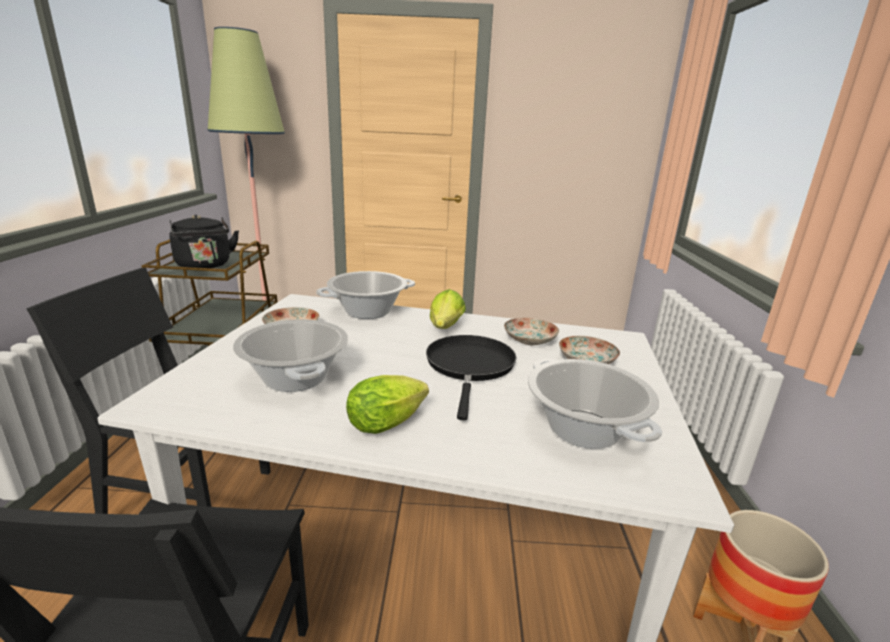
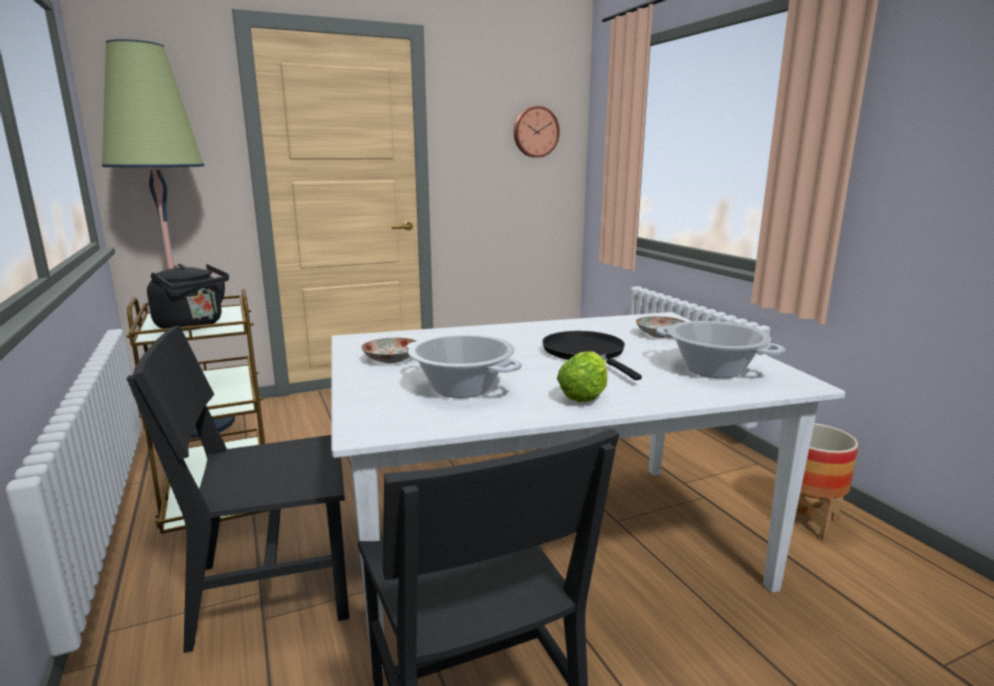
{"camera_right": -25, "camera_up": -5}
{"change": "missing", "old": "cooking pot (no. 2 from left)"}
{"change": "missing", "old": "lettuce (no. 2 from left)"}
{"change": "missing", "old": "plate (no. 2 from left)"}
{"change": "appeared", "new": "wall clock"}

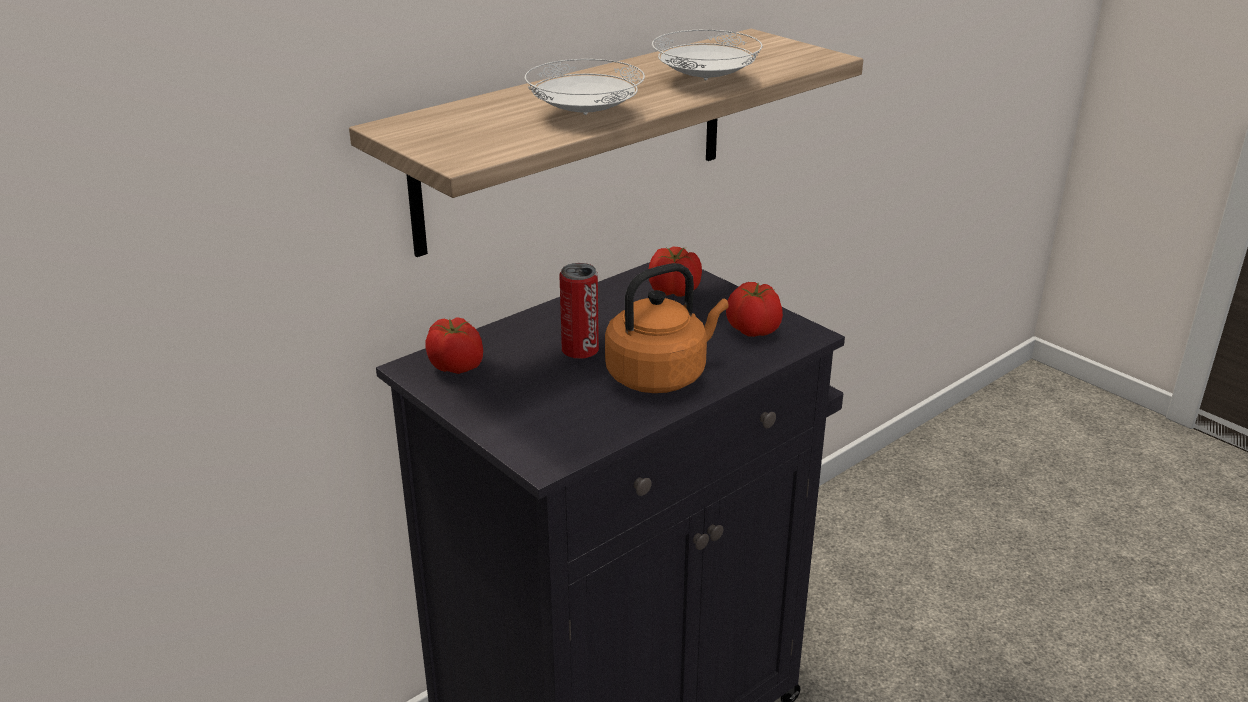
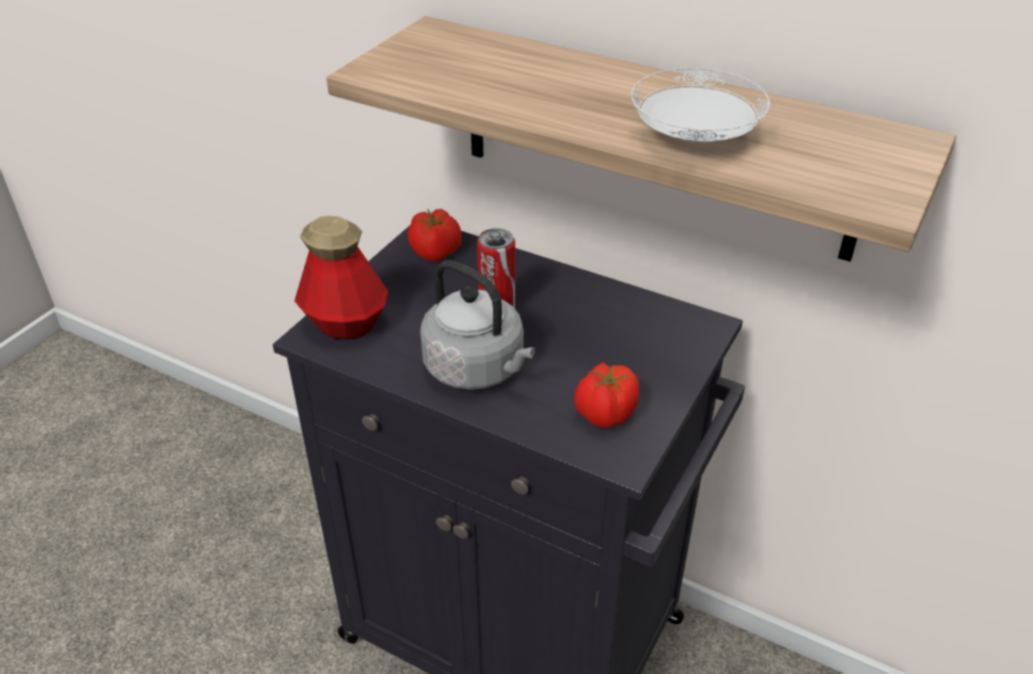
{"camera_right": 70, "camera_up": 10}
{"change": "missing", "old": "white plate (no. 1 from left)"}
{"change": "colour", "old": "orange kettle", "new": "grey kettle"}
{"change": "missing", "old": "tomato (no. 2 from left)"}
{"change": "appeared", "new": "bottle"}

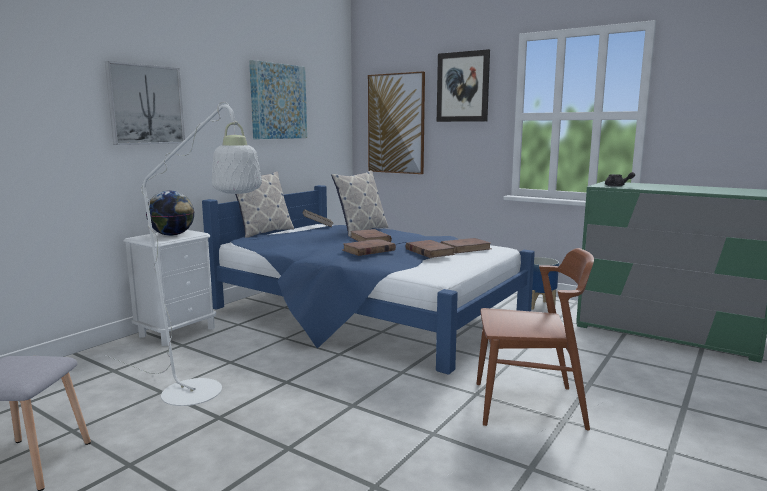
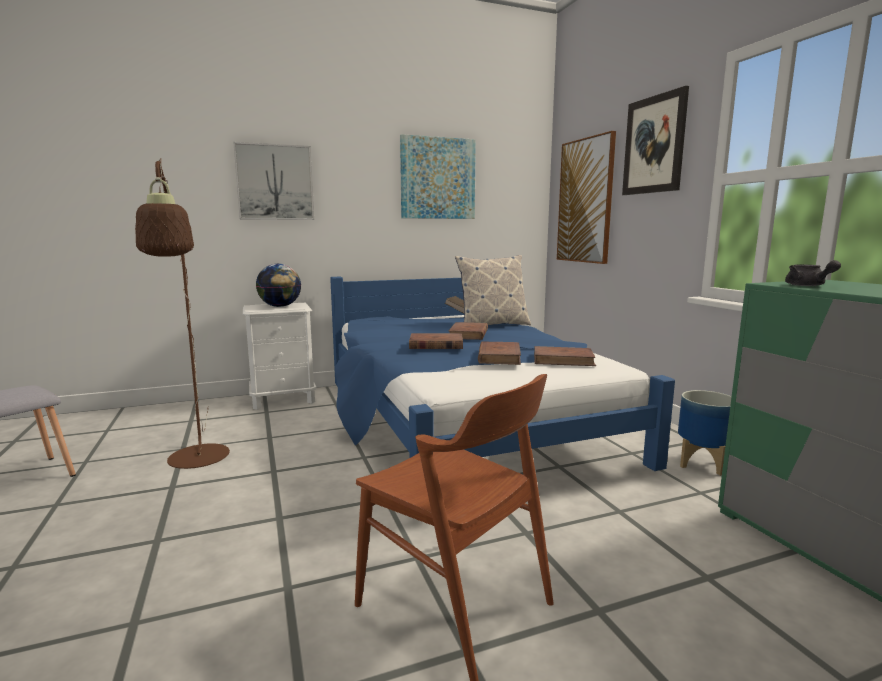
{"camera_right": 35, "camera_up": 0}
{"change": "colour", "old": "white floor lamp", "new": "brown floor lamp"}
{"change": "missing", "old": "pillow (no. 1 from left)"}

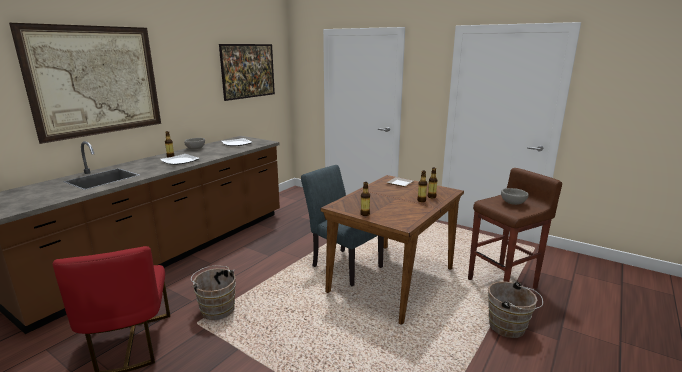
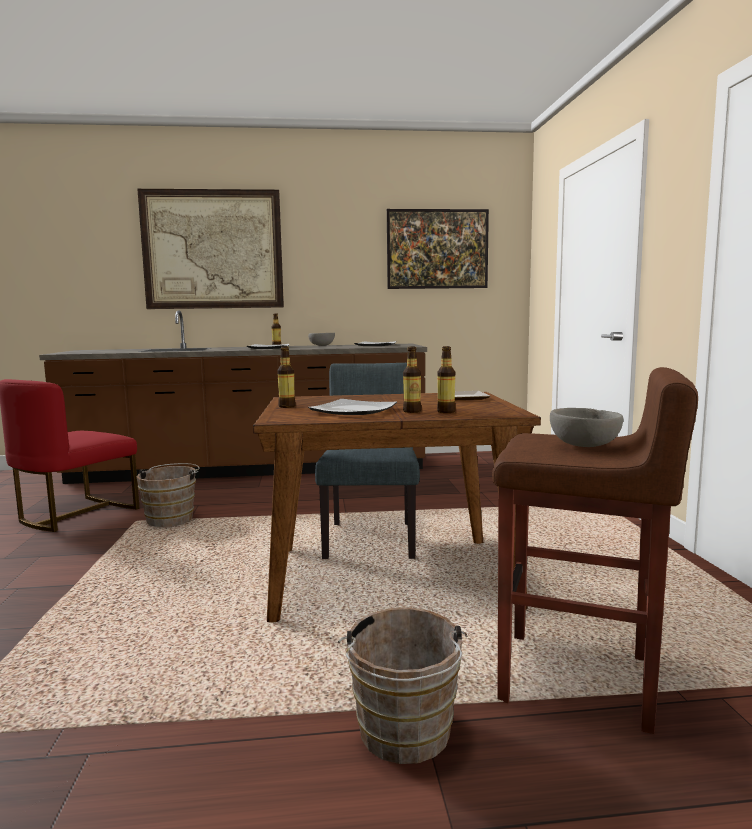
{"camera_right": 50, "camera_up": -10}
{"change": "appeared", "new": "plate (no. 2 from left)"}

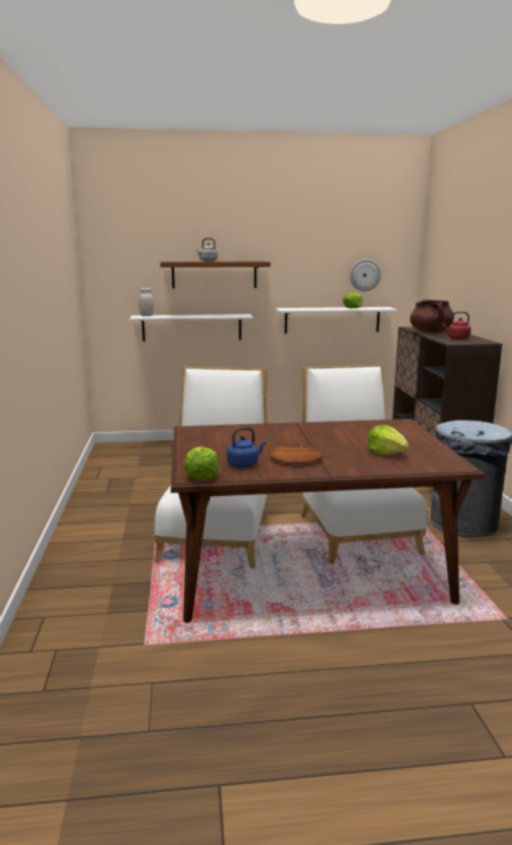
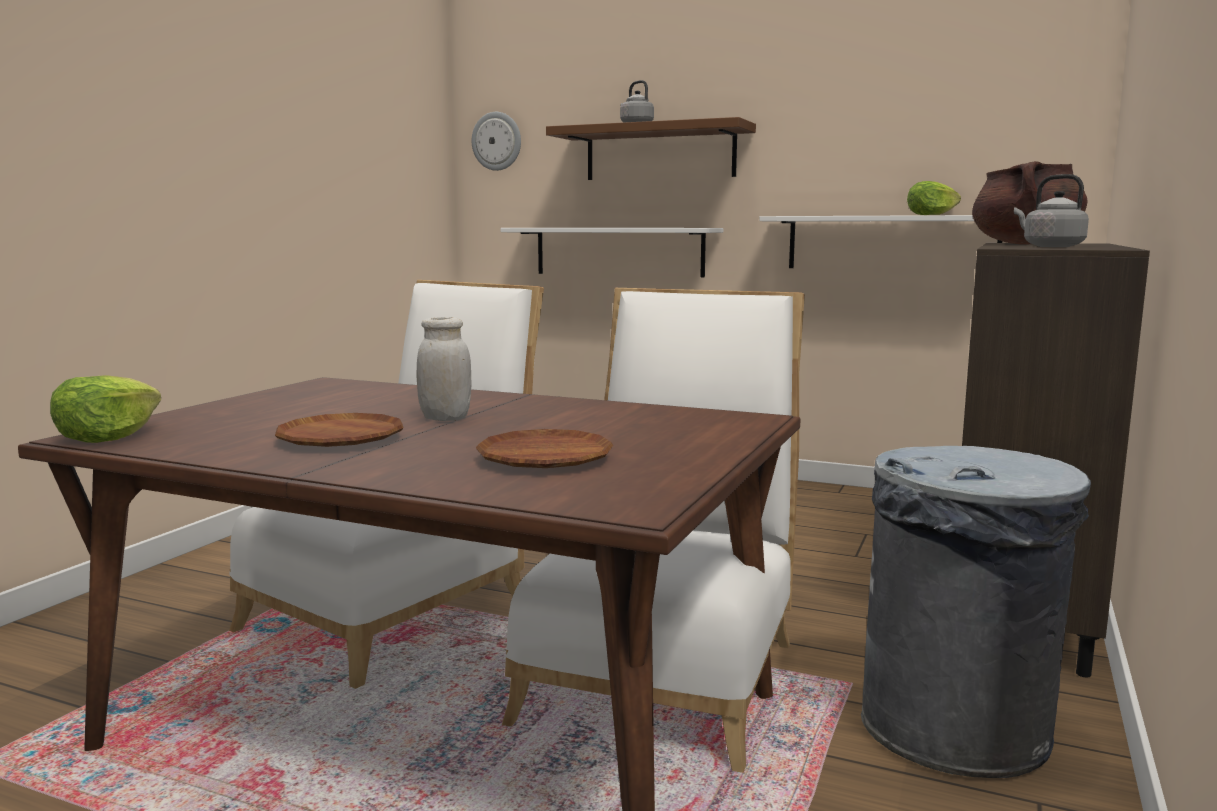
{"camera_right": 30, "camera_up": -5}
{"change": "relocated", "old": "white jar"}
{"change": "missing", "old": "blue kettle"}
{"change": "relocated", "old": "wall clock"}
{"change": "exchanged", "old": "lettuce (no. 3 from left)", "new": "brown plate (no. 2 from left)"}
{"change": "colour", "old": "red kettle", "new": "grey kettle (no. 2 from left)"}

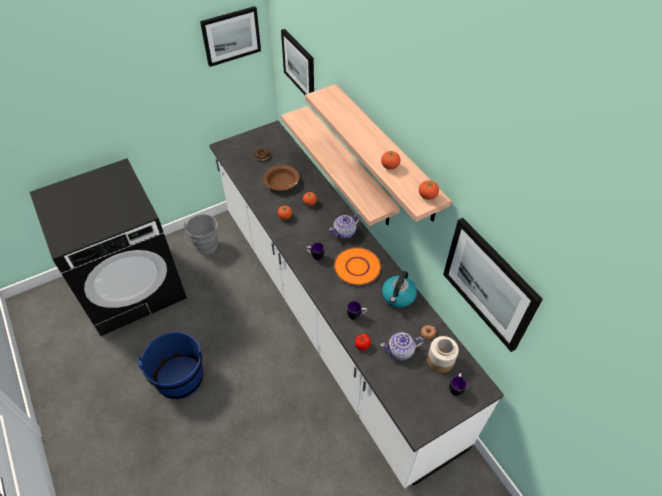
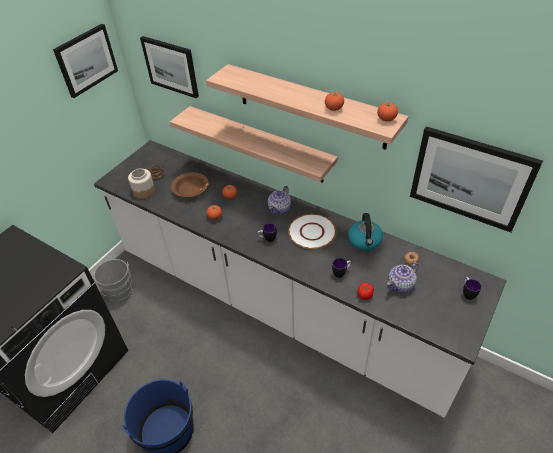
{"camera_right": -25, "camera_up": -5}
{"change": "colour", "old": "orange plate", "new": "white plate"}
{"change": "relocated", "old": "jar"}

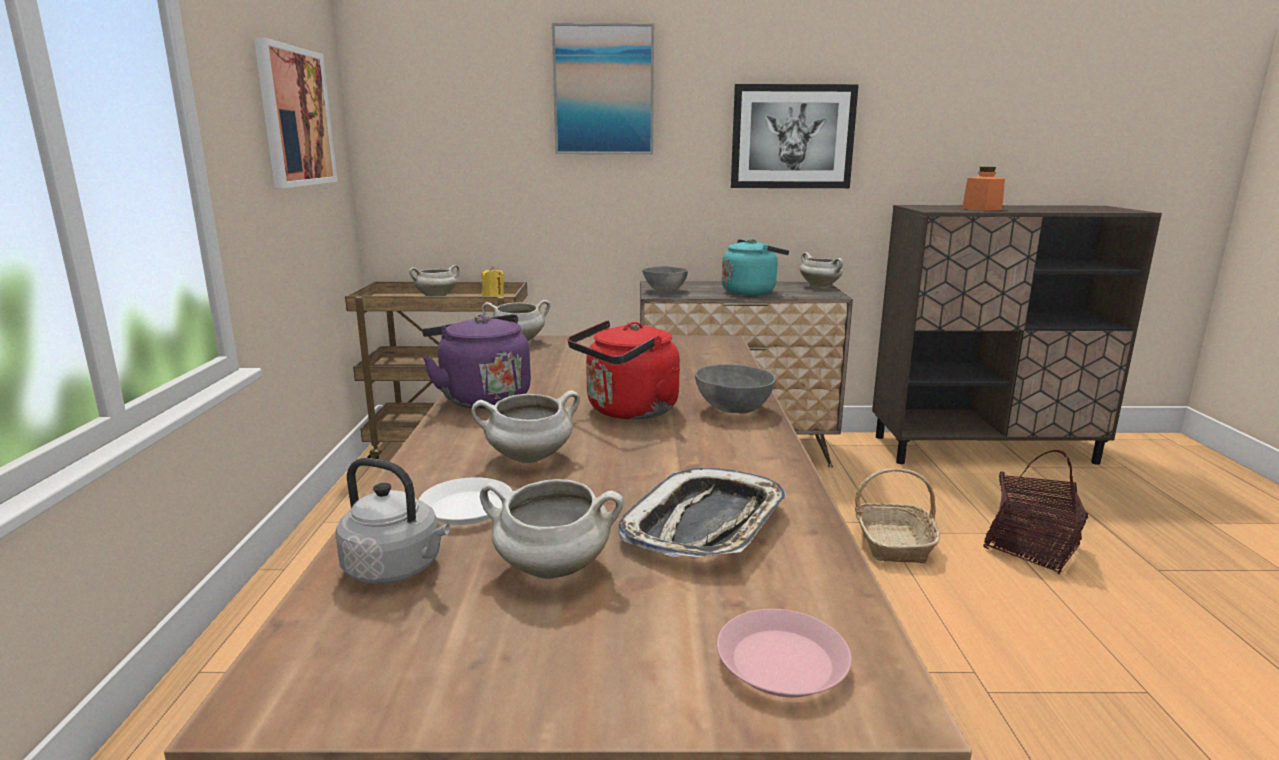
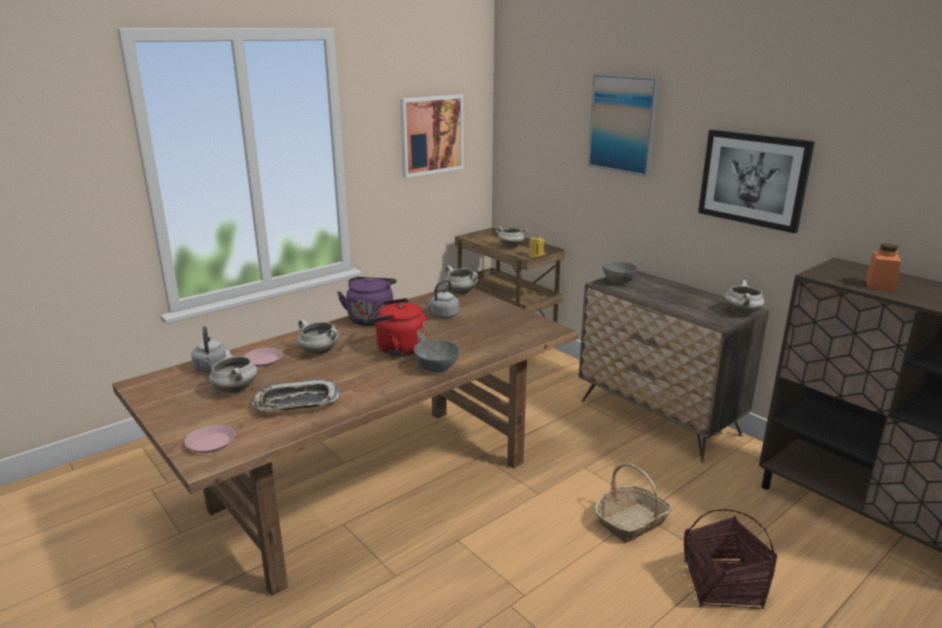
{"camera_right": 50, "camera_up": 5}
{"change": "colour", "old": "white plate", "new": "pink plate (no. 2 from left)"}
{"change": "missing", "old": "turquoise kettle"}
{"change": "appeared", "new": "grey kettle (no. 2 from left)"}

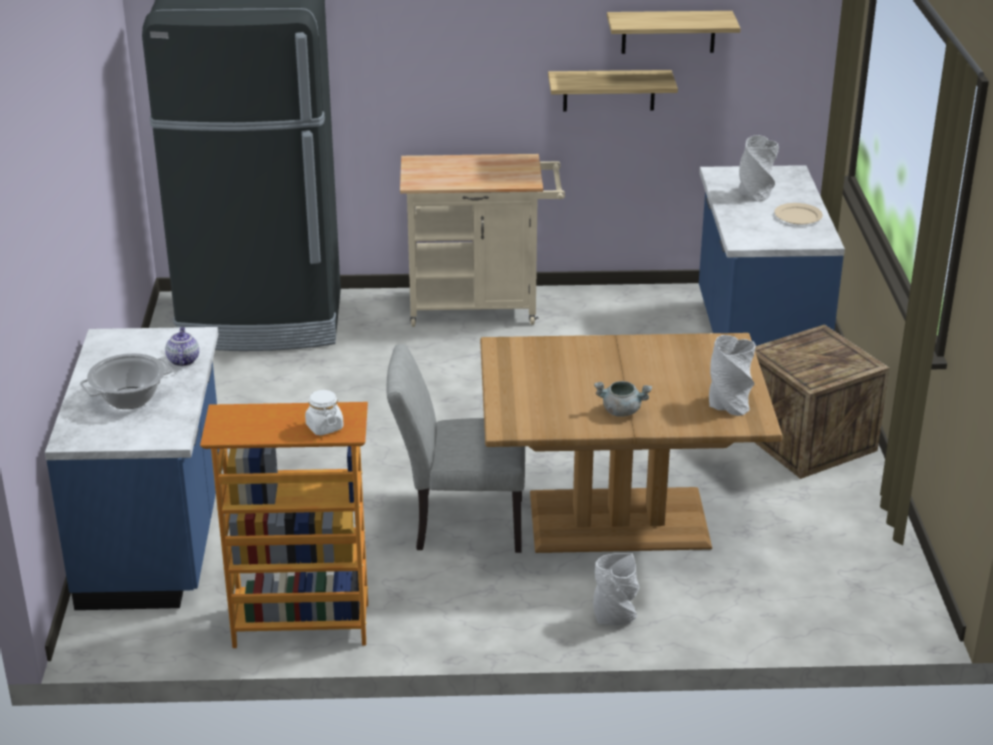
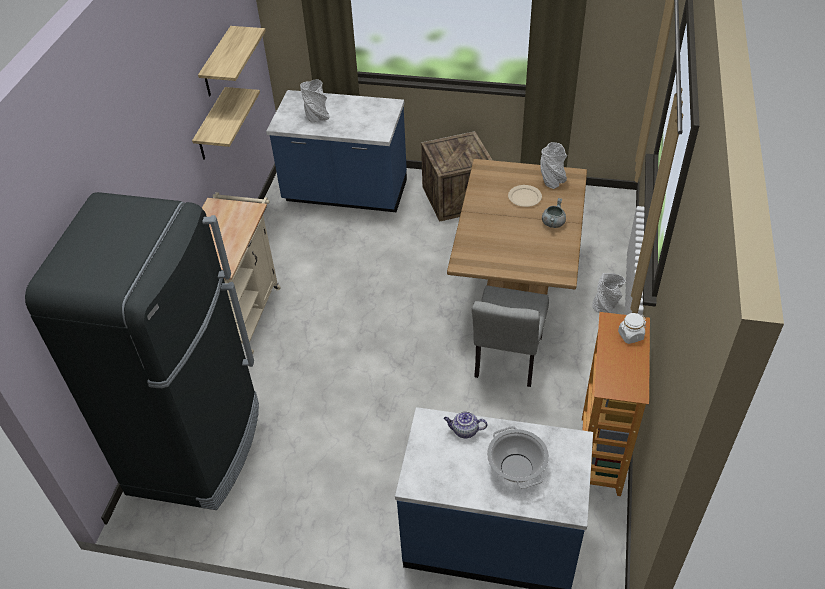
{"camera_right": -75, "camera_up": 15}
{"change": "relocated", "old": "beige plate"}

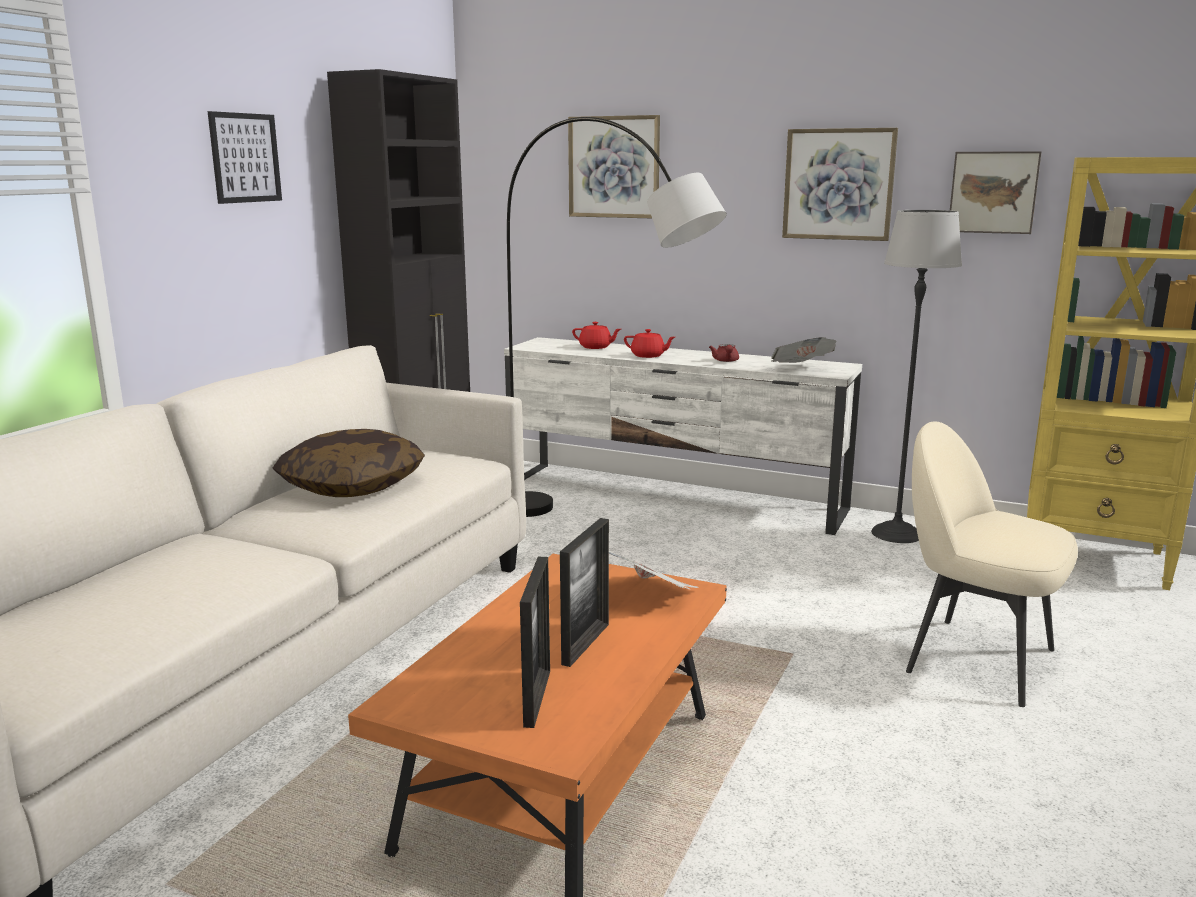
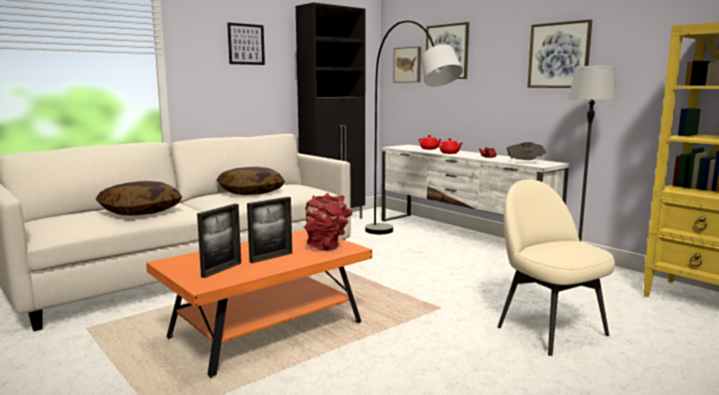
{"camera_right": 25, "camera_up": -5}
{"change": "exchanged", "old": "newspaper (no. 1 from left)", "new": "red vase"}
{"change": "relocated", "old": "picture (no. 4 from left in the first image)", "new": "picture (no. 2 from left)"}
{"change": "appeared", "new": "pillow (no. 1 from left)"}

